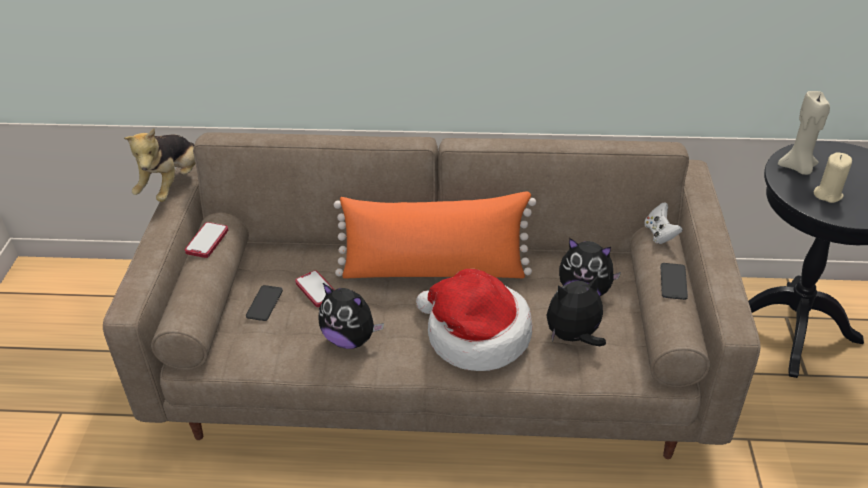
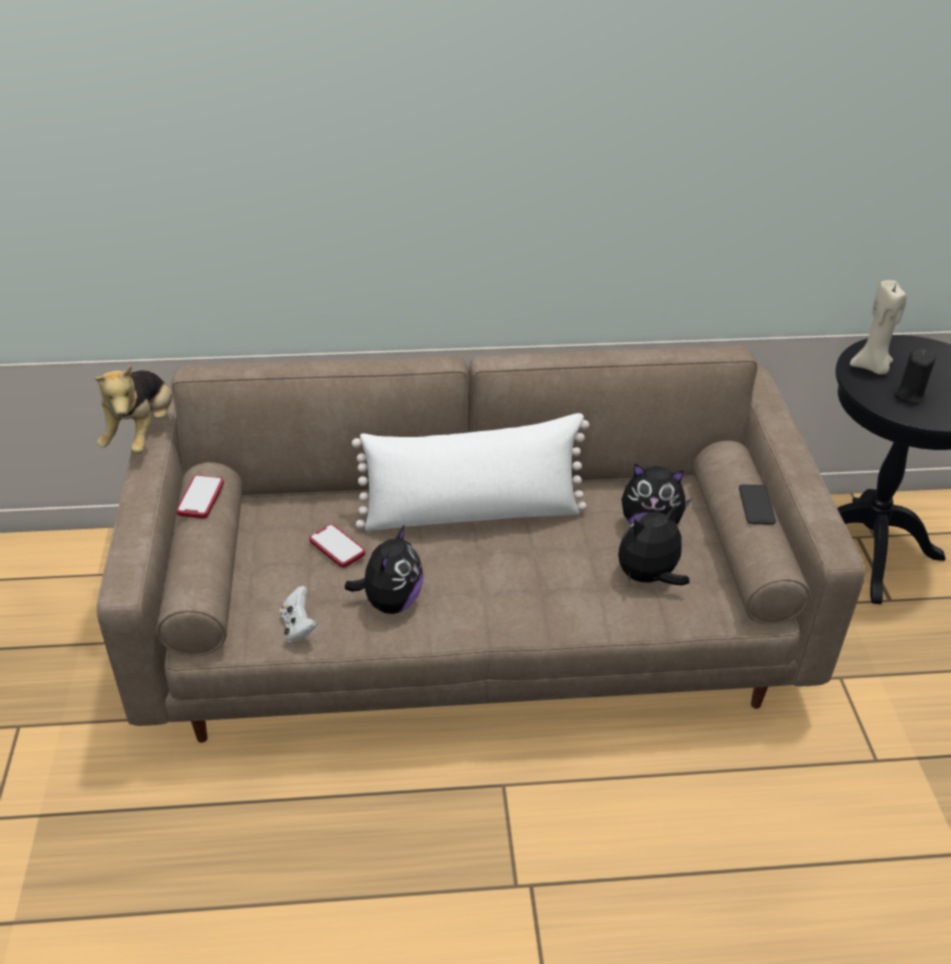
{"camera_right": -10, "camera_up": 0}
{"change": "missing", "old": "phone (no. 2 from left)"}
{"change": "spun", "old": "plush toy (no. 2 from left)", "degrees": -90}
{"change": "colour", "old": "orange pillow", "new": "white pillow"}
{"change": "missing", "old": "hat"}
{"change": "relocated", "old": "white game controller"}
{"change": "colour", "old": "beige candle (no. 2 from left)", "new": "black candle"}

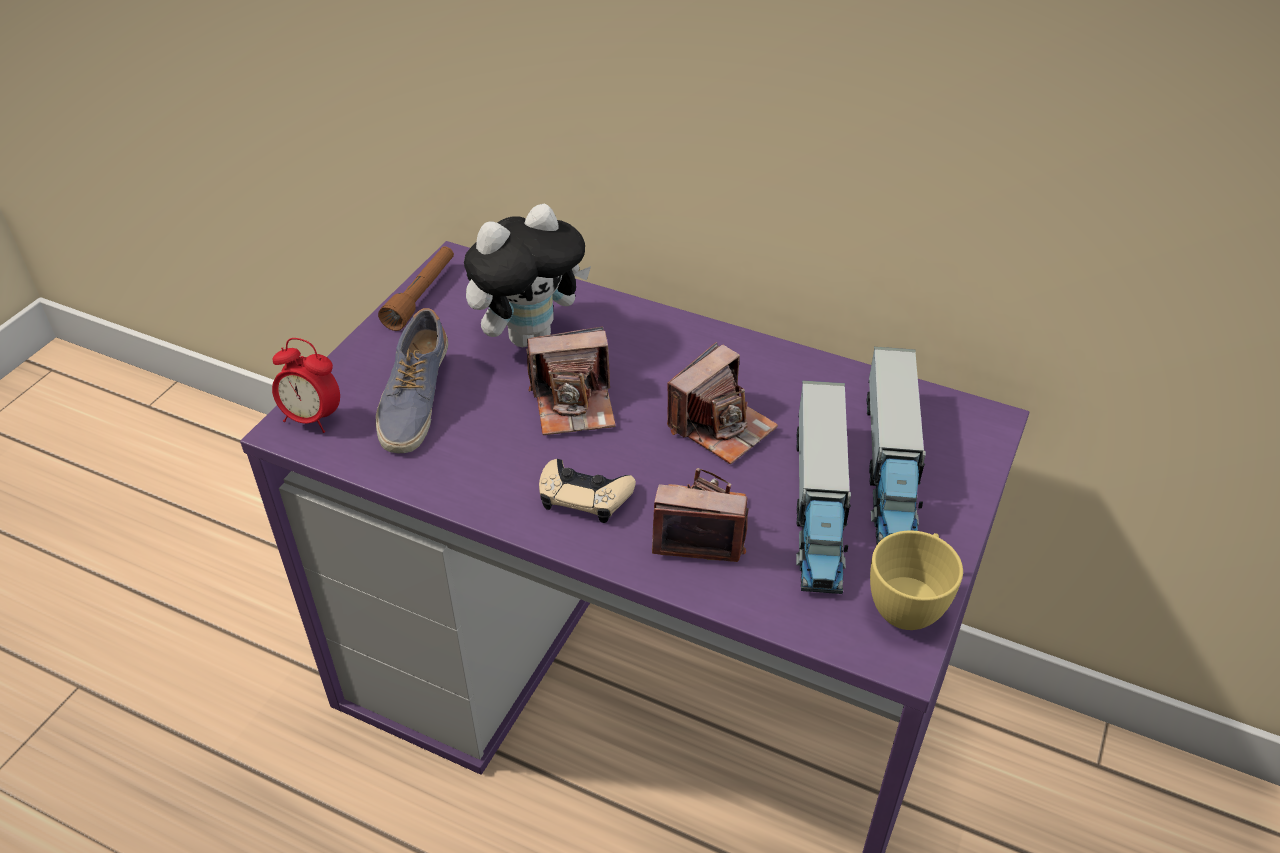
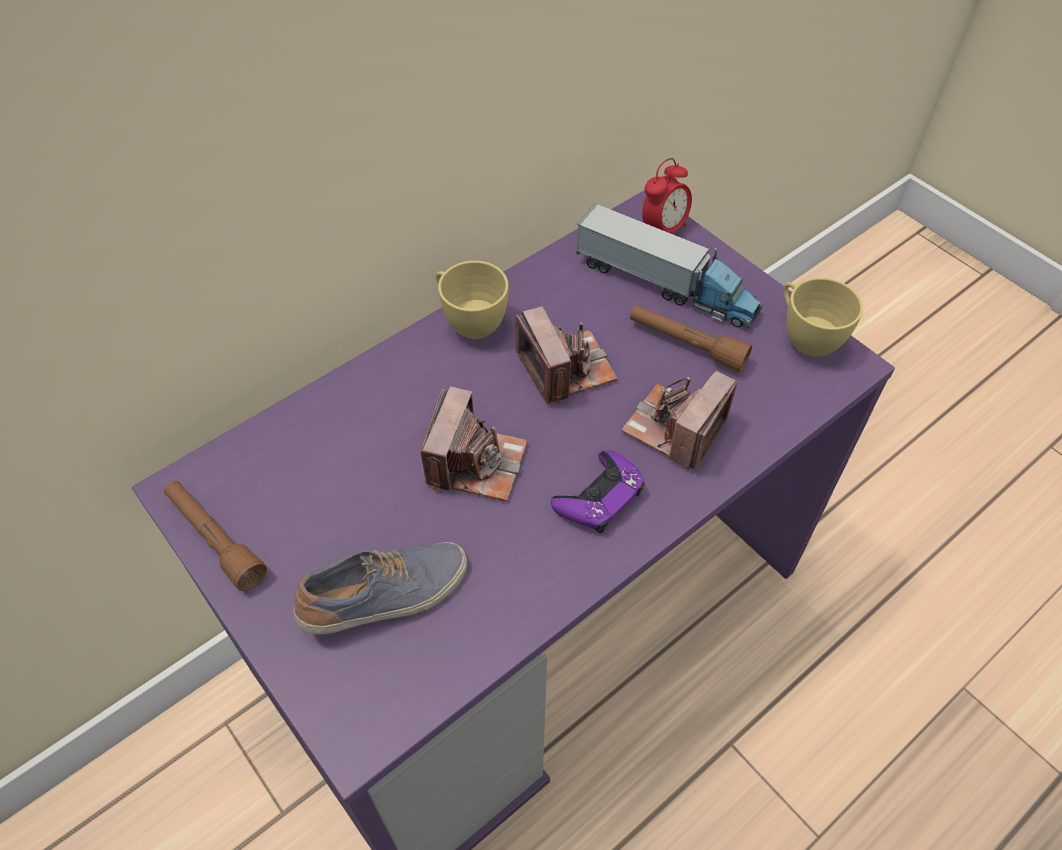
{"camera_right": -65, "camera_up": 10}
{"change": "relocated", "old": "alarm clock"}
{"change": "spun", "old": "shoe", "degrees": -60}
{"change": "missing", "old": "plush toy"}
{"change": "colour", "old": "beige game controller", "new": "purple game controller"}
{"change": "exchanged", "old": "toy truck (no. 1 from left)", "new": "brown flashlight (no. 2 from left)"}
{"change": "appeared", "new": "yellow cup (no. 1 from left)"}

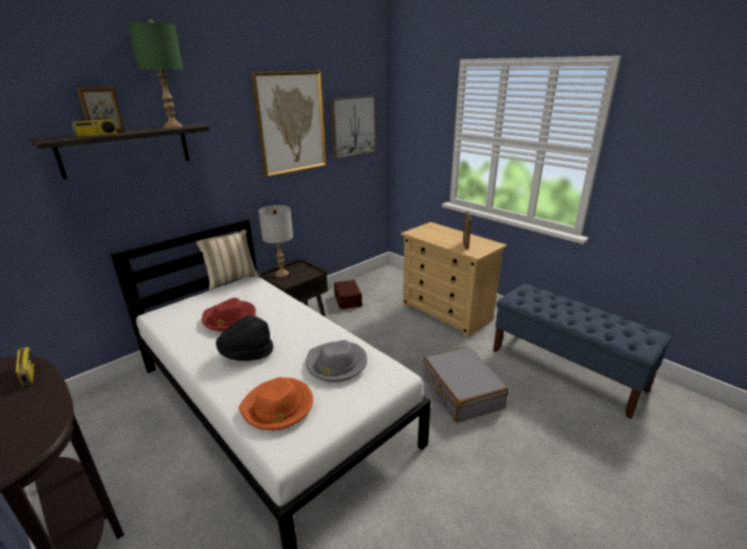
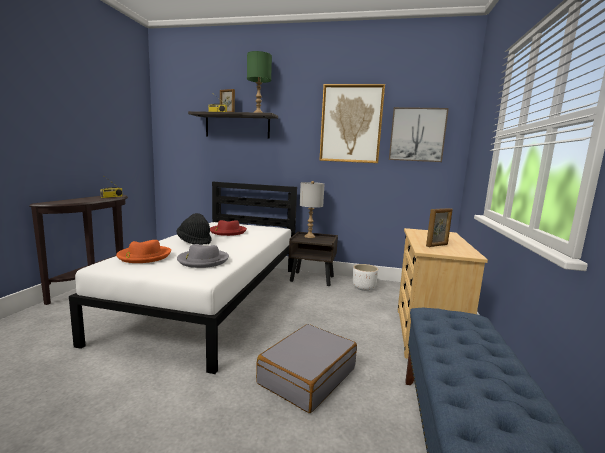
{"camera_right": 55, "camera_up": -15}
{"change": "missing", "old": "beige pillow"}
{"change": "exchanged", "old": "brown storage box", "new": "white planter"}

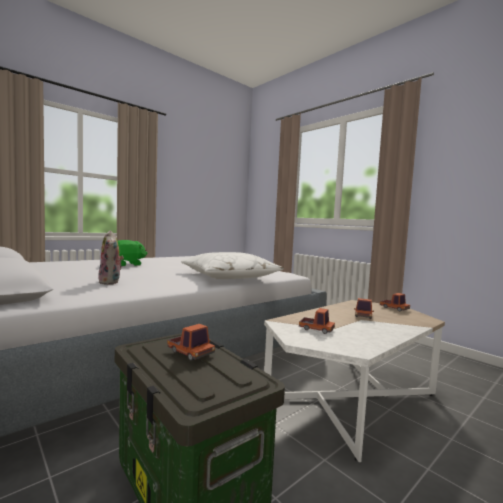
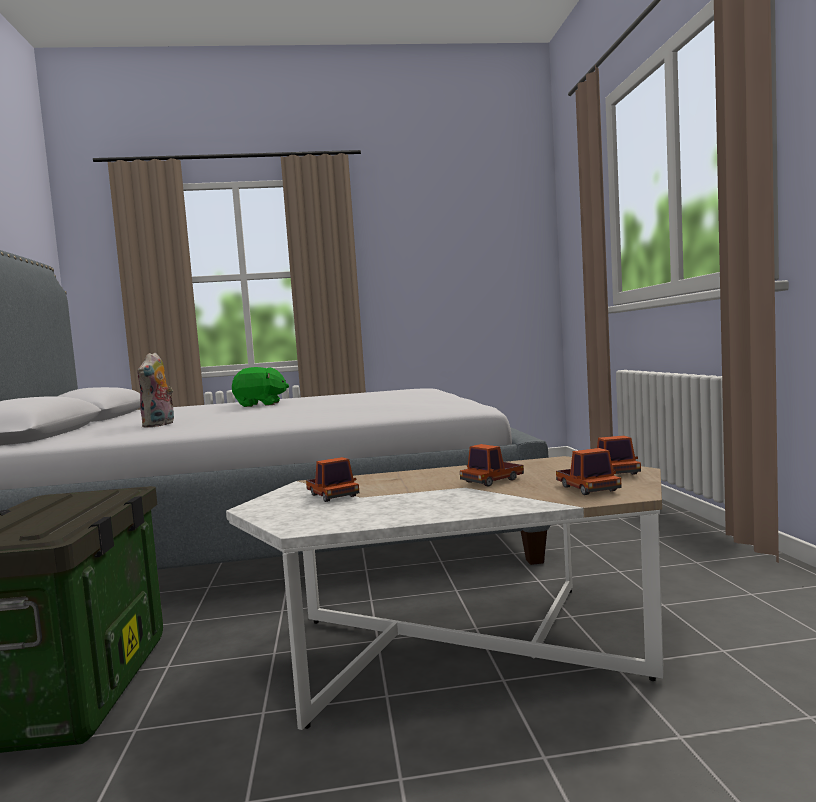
{"camera_right": 35, "camera_up": 0}
{"change": "relocated", "old": "toy truck (no. 1 from left in the first image)", "new": "toy truck (no. 3 from left)"}
{"change": "missing", "old": "white pillow"}

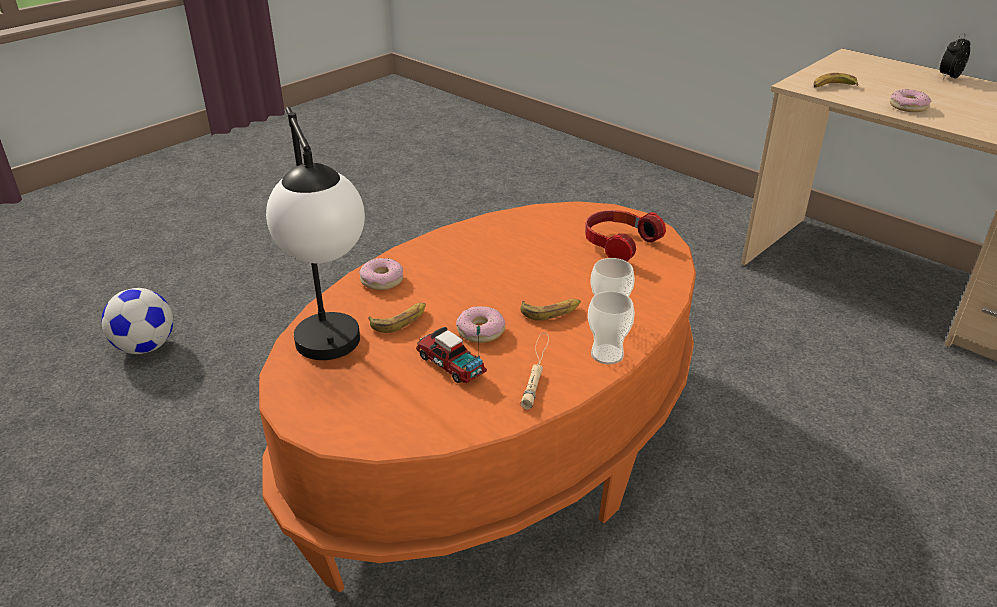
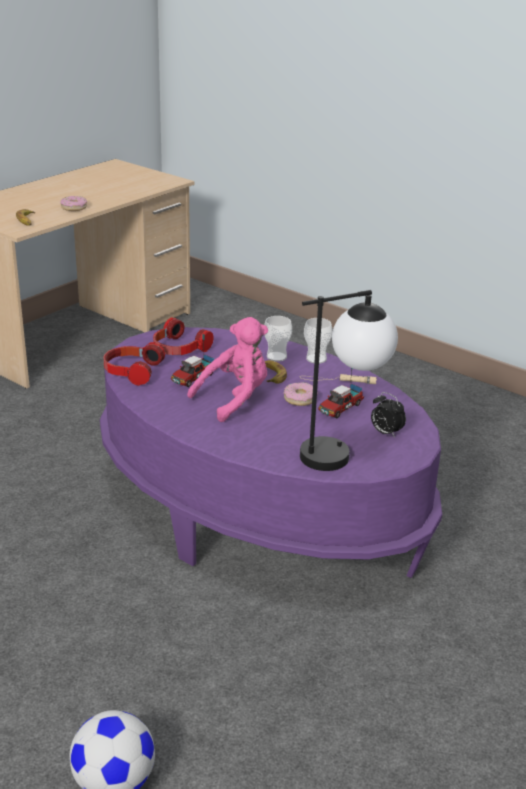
{"camera_right": -95, "camera_up": -5}
{"change": "colour", "old": "orange coffee table", "new": "purple coffee table"}
{"change": "missing", "old": "donut (no. 1 from left)"}
{"change": "missing", "old": "banana (no. 1 from left)"}
{"change": "relocated", "old": "alarm clock"}
{"change": "appeared", "new": "headphones (no. 1 from left)"}
{"change": "appeared", "new": "toy truck (no. 1 from left)"}
{"change": "appeared", "new": "pink plush toy"}

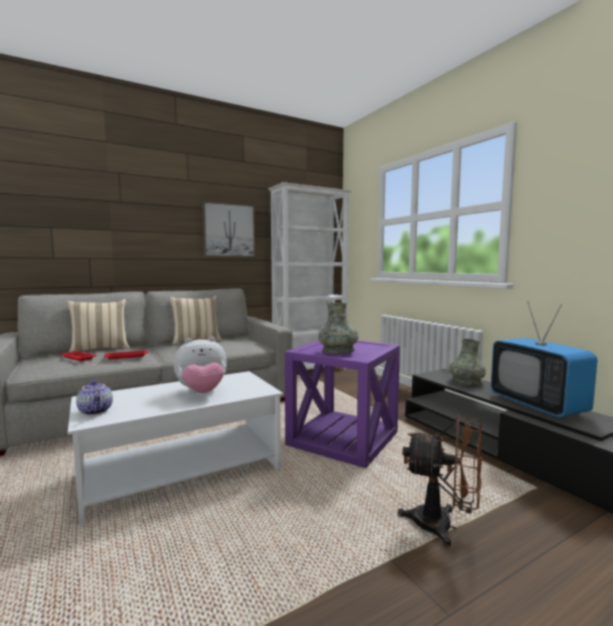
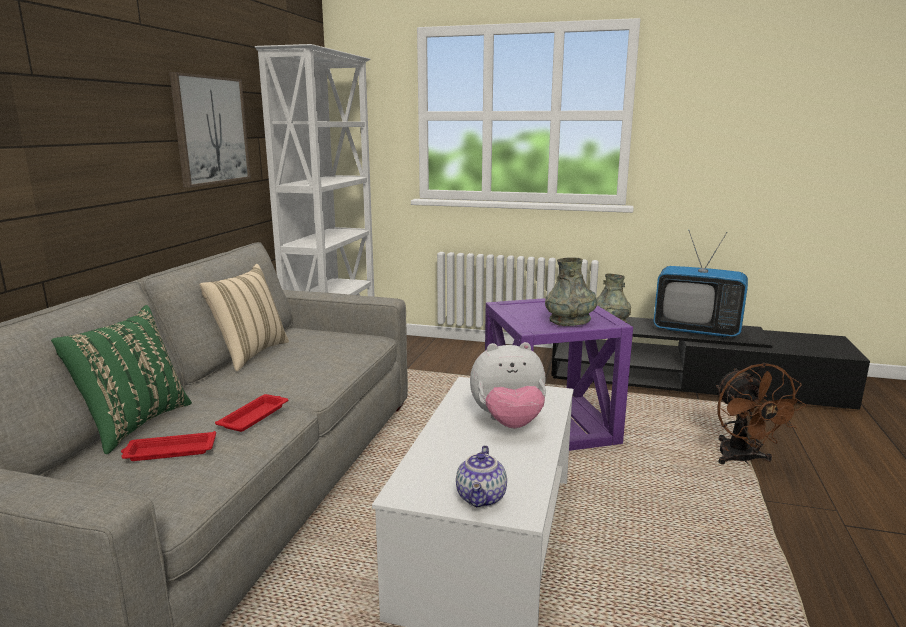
{"camera_right": -45, "camera_up": 10}
{"change": "colour", "old": "beige pillow (no. 1 from left)", "new": "green pillow"}
{"change": "spun", "old": "teapot", "degrees": 90}
{"change": "spun", "old": "plush toy", "degrees": 60}
{"change": "spun", "old": "brown fan", "degrees": 105}

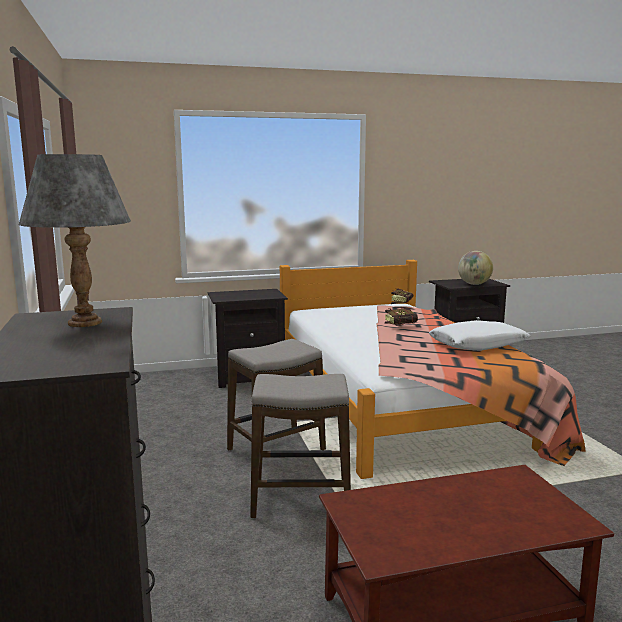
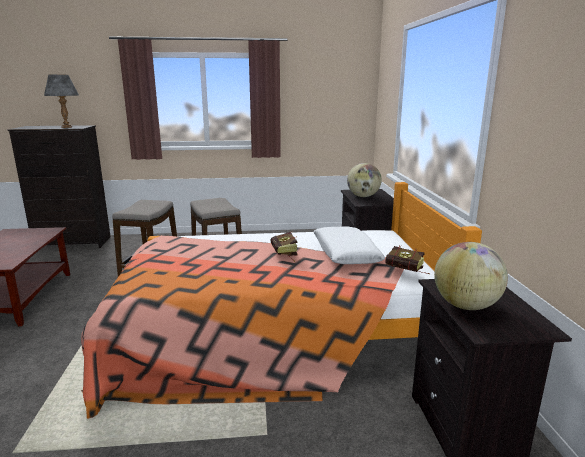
{"camera_right": 100, "camera_up": 5}
{"change": "relocated", "old": "white pillow"}
{"change": "appeared", "new": "globe (no. 1 from left)"}

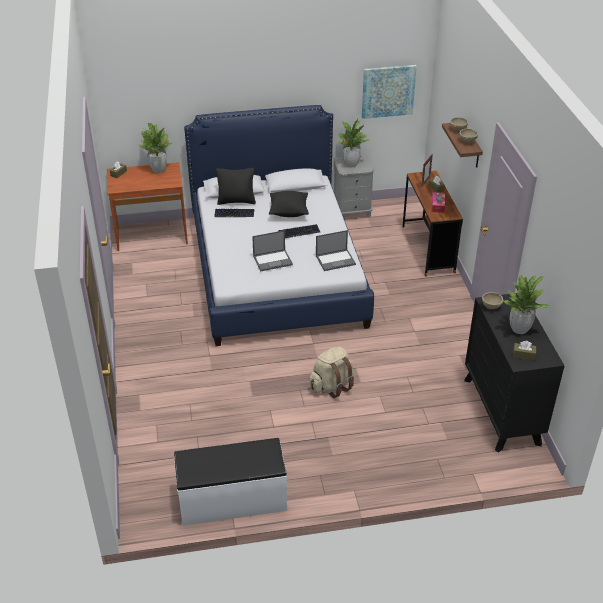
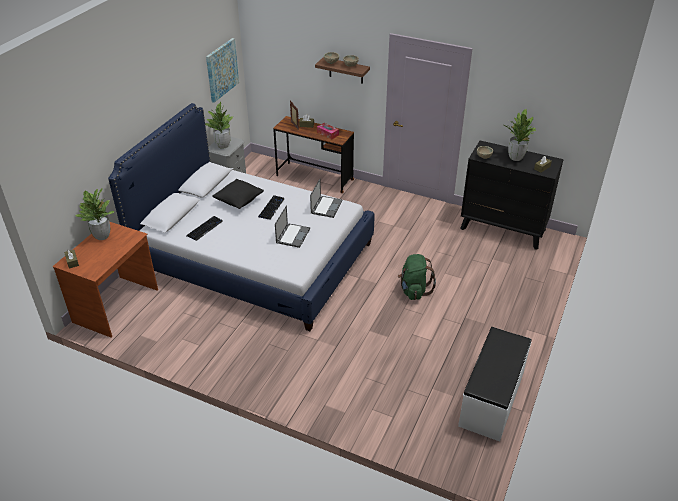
{"camera_right": -55, "camera_up": 0}
{"change": "missing", "old": "black pillow (no. 1 from left)"}
{"change": "colour", "old": "beige backpack", "new": "green backpack"}

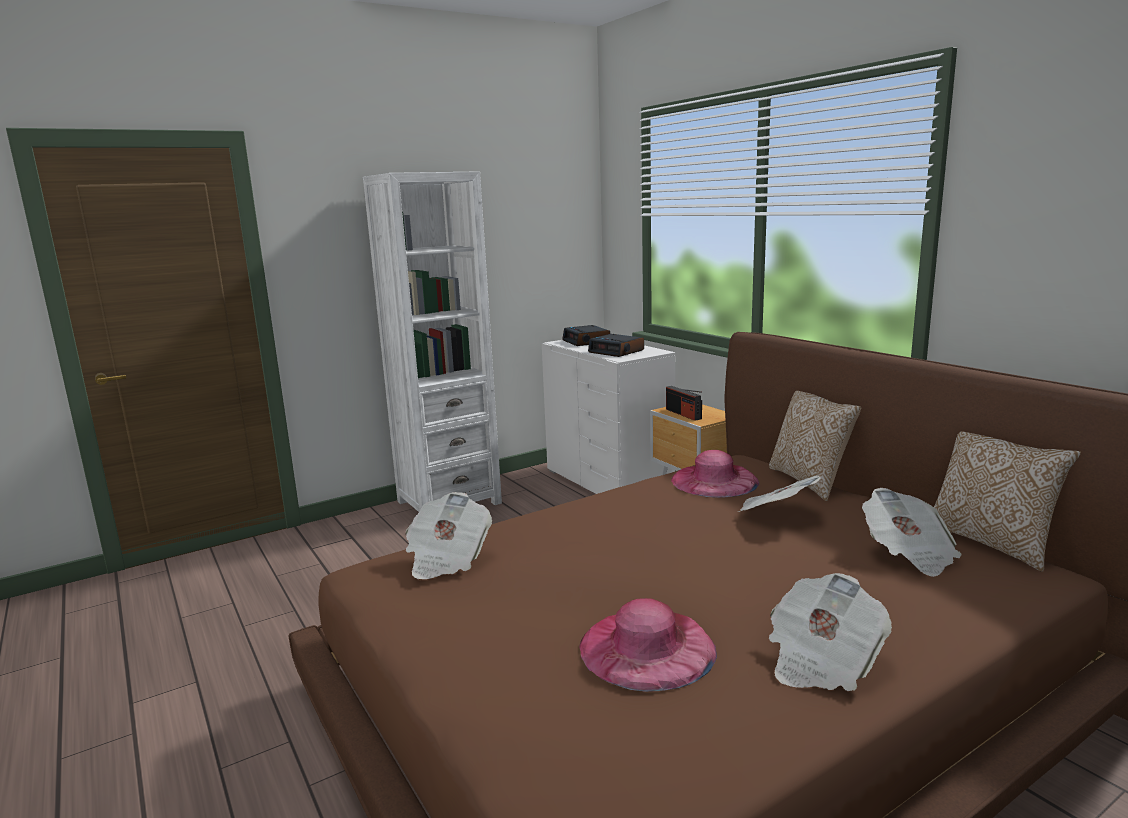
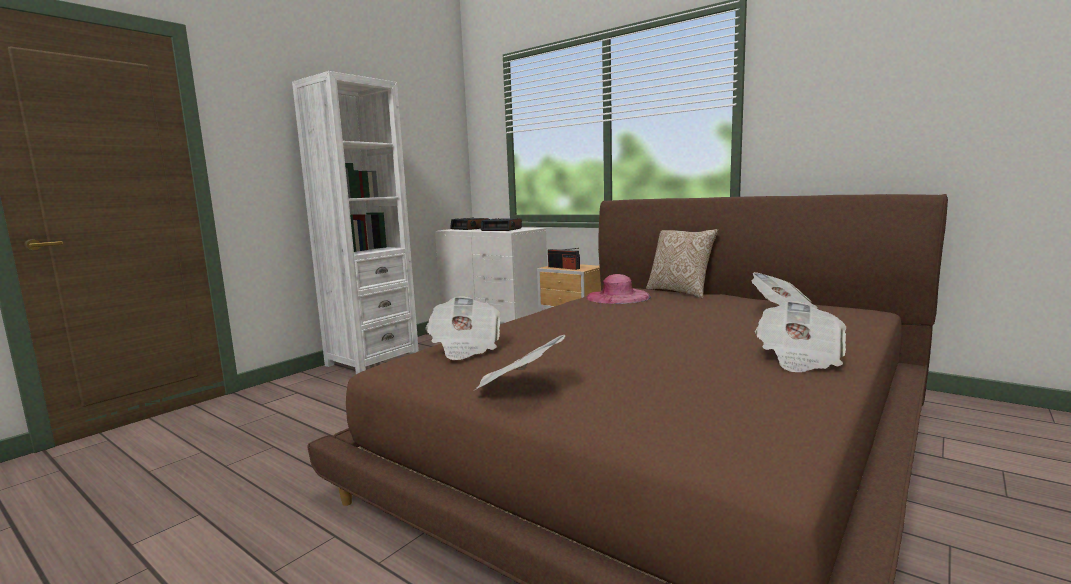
{"camera_right": -20, "camera_up": -5}
{"change": "missing", "old": "pink hat (no. 1 from left)"}
{"change": "relocated", "old": "newspaper (no. 2 from left)"}
{"change": "missing", "old": "pillow (no. 2 from left)"}

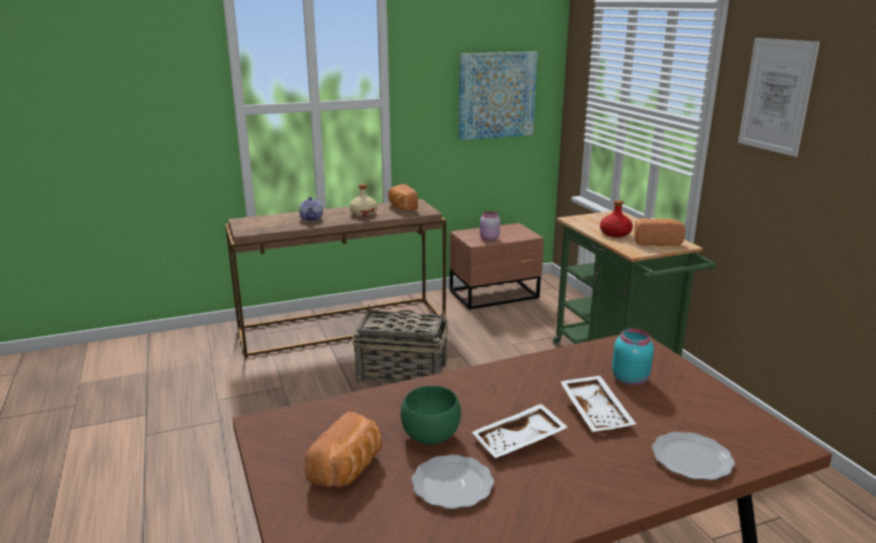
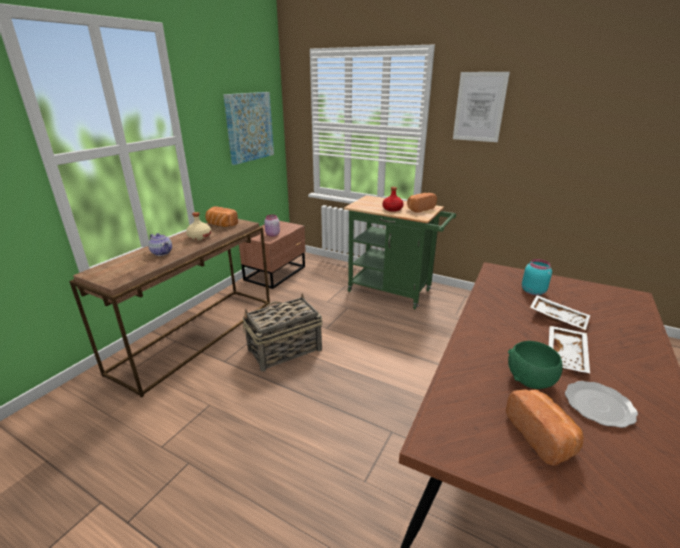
{"camera_right": -40, "camera_up": 5}
{"change": "missing", "old": "plate (no. 2 from left)"}

